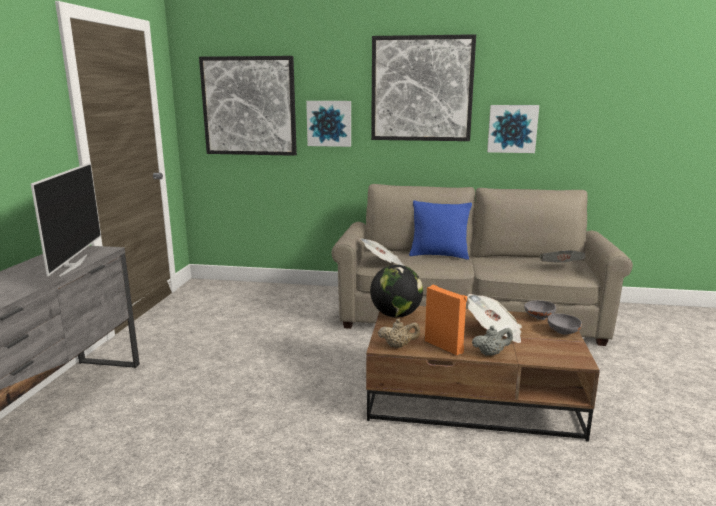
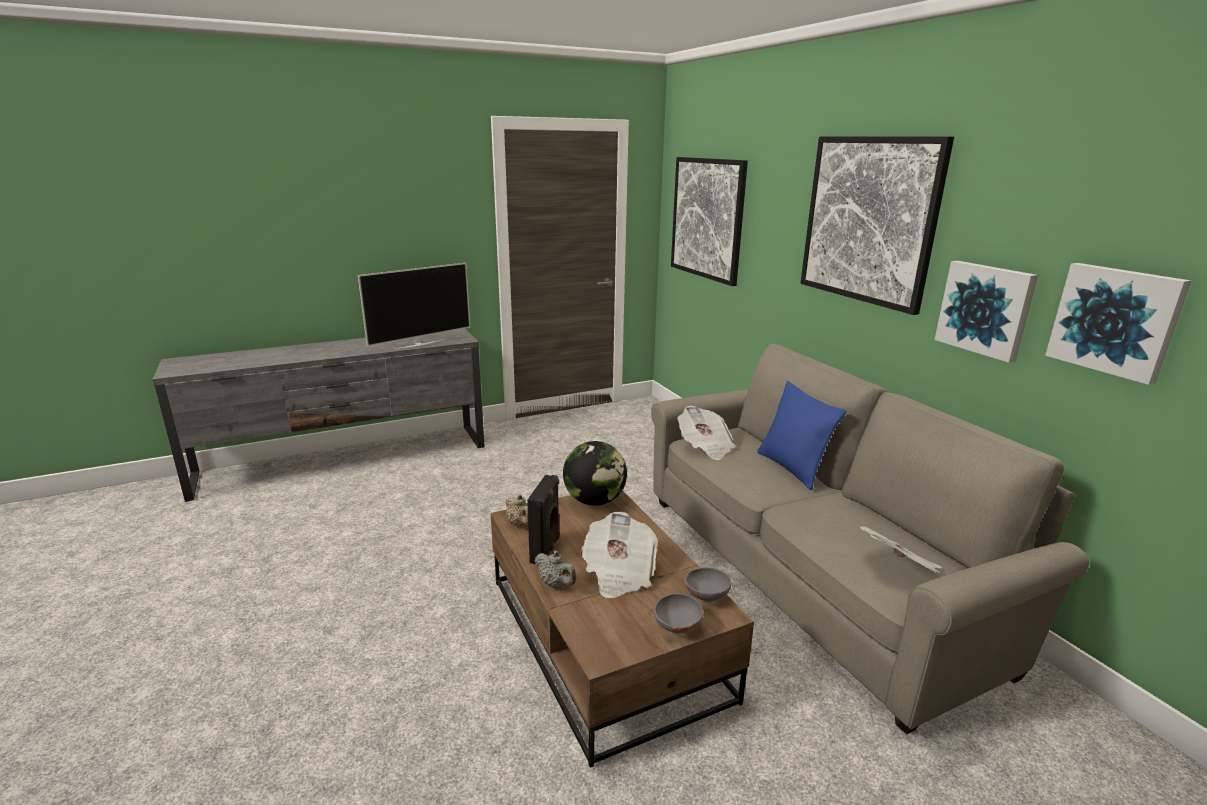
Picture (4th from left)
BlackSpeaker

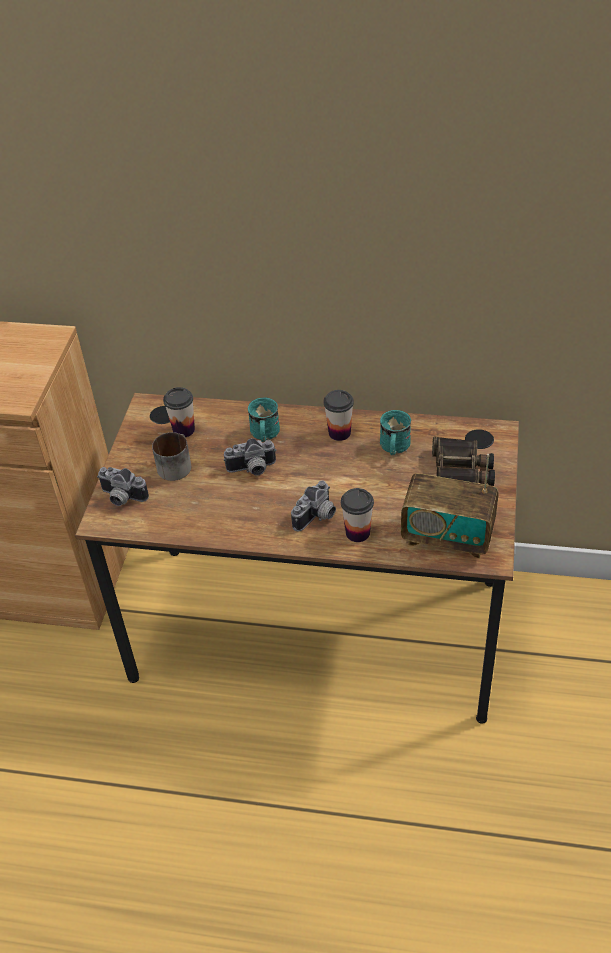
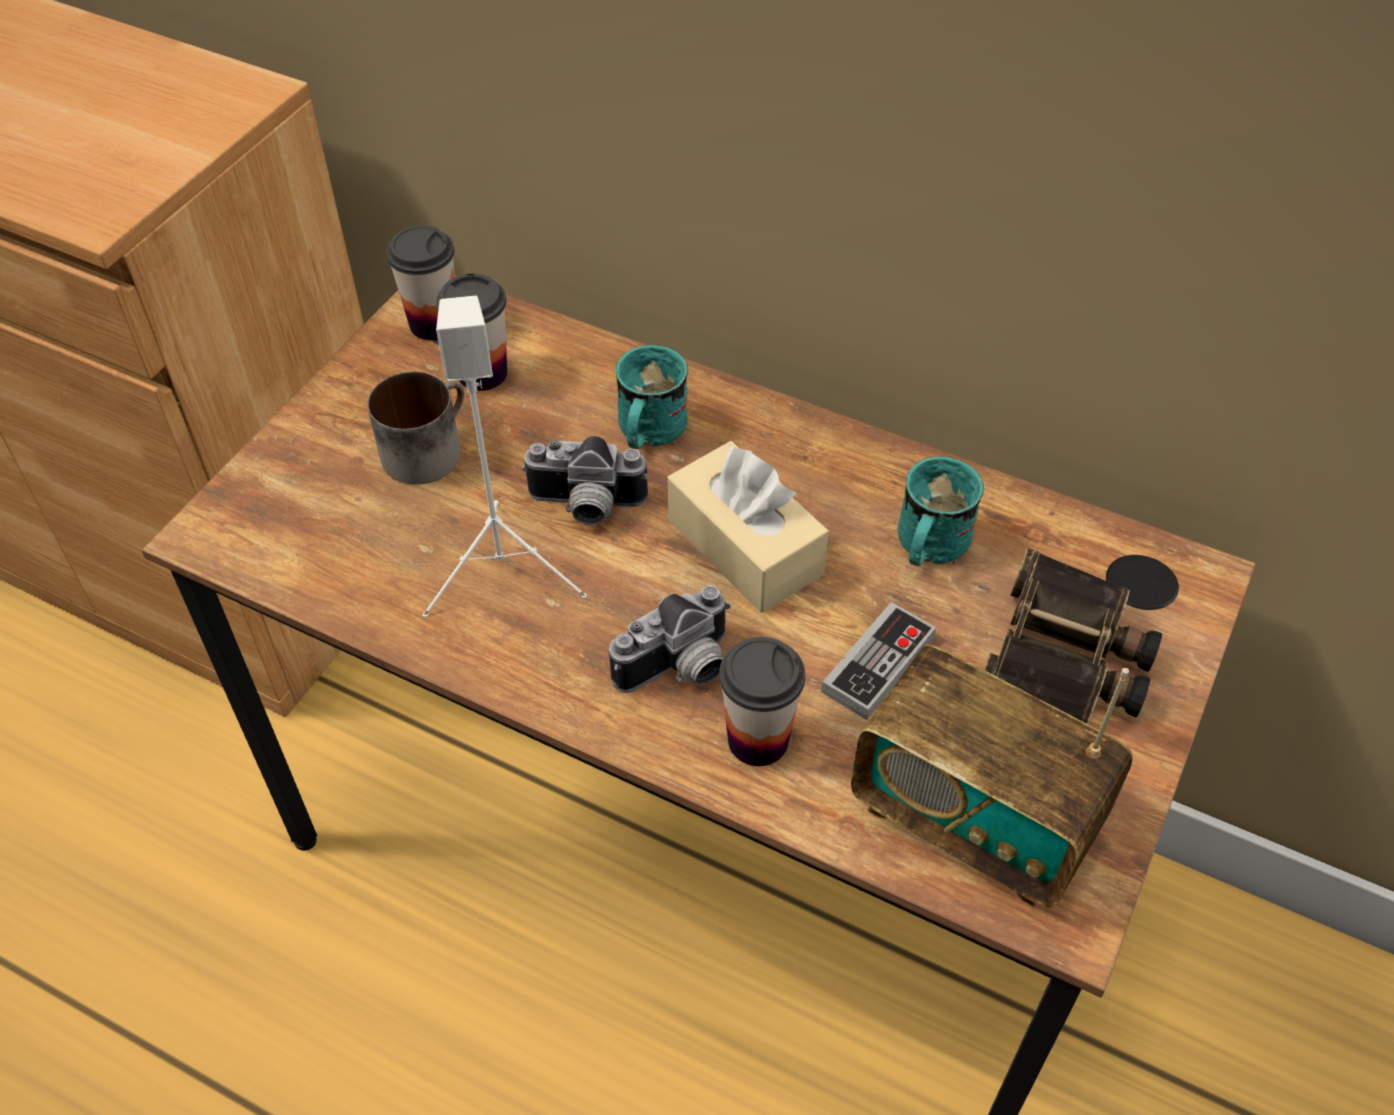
PhotoCamera (1st from left in the first image)
DrinkingCup (1st from left)
WhitishSpeaker
BeigeTissueHolder
Joypad

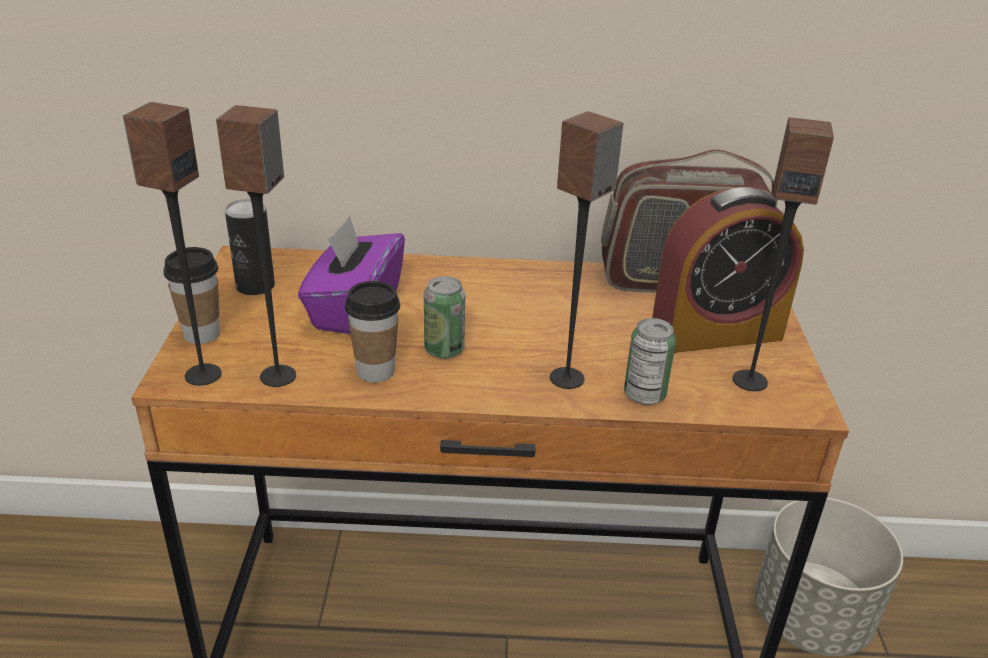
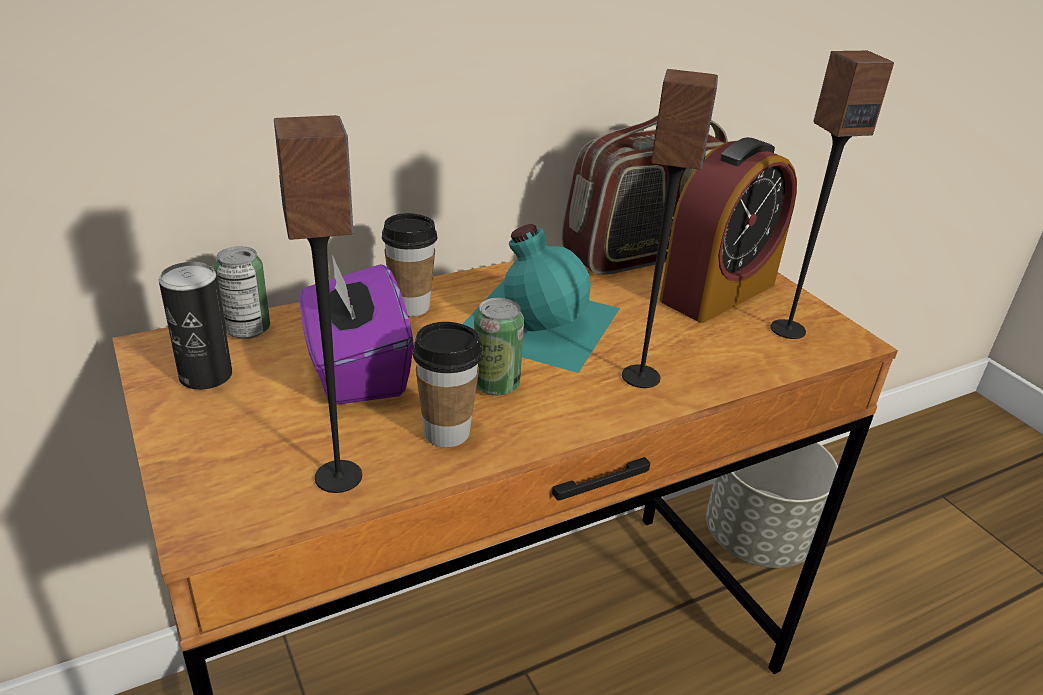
Speaker (1st from left in the first image)
DrinkingCup (1st from left)
Can (2nd from left)
BlueGreenBeverageBottle

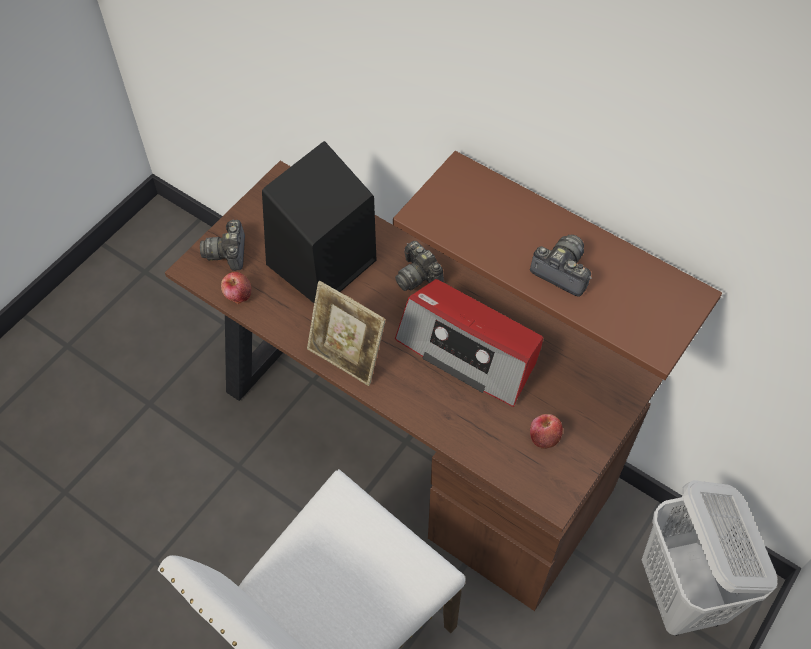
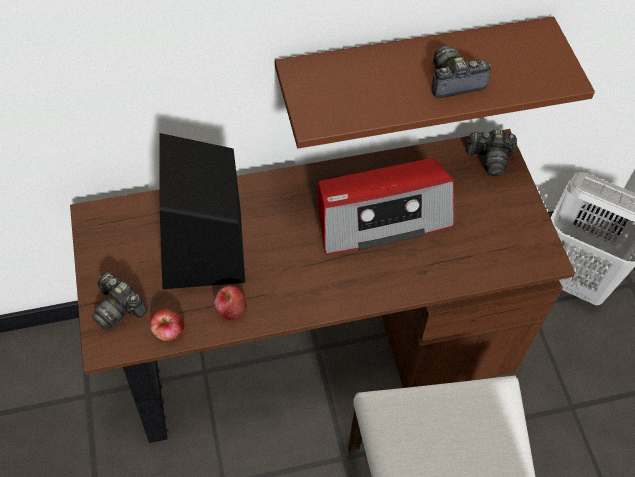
PhotoFrame
PhotoCamera (3rd from left)
Apple (2nd from left)

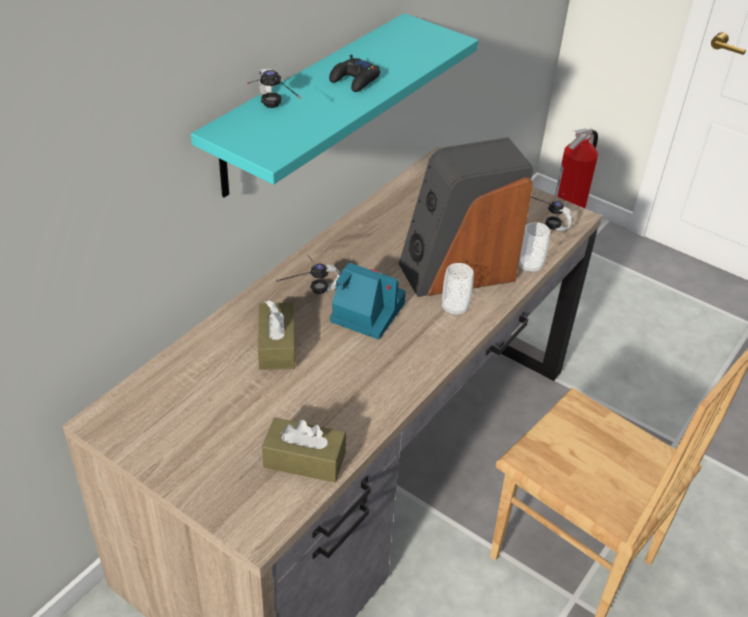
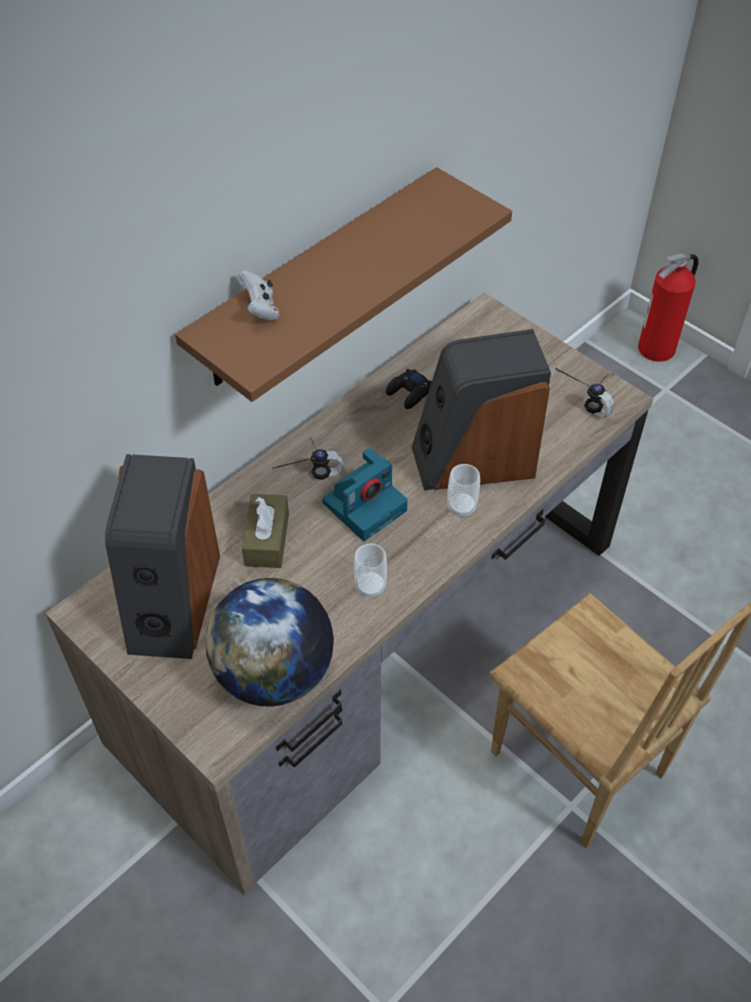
BrownBracketShelf
WhitishJoypad
WorldGlobe
BlackJoypad
PhotoCamera
DrinkingCup (1st from left)
Speaker (1st from left)

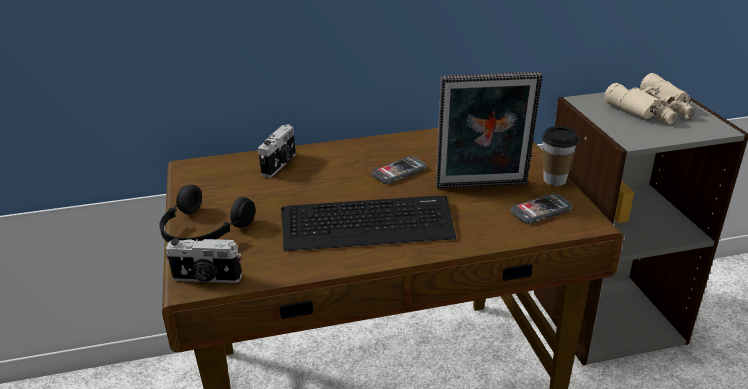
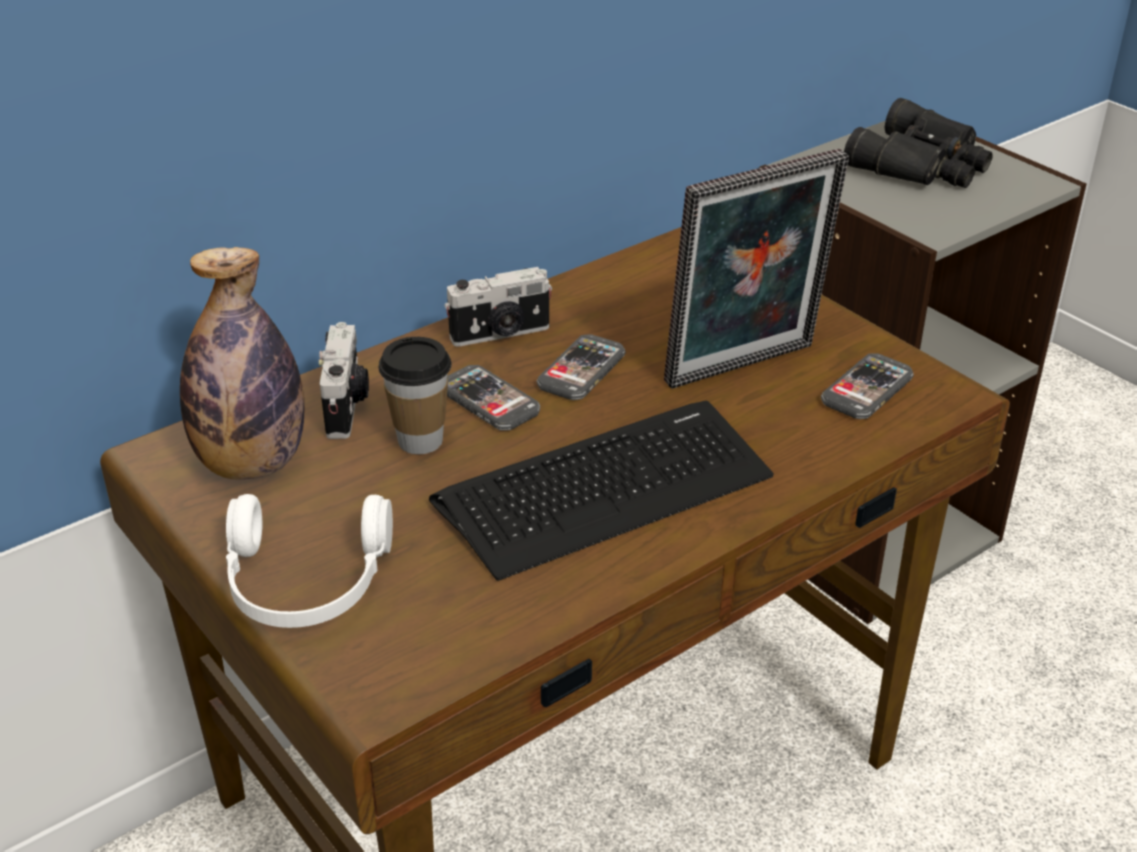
WhitishPairOfHeadphones
PhotoCamera (2nd from left)
DrinkingCup
BlackBinoculars
BeverageBottle
Telephone (1st from left)

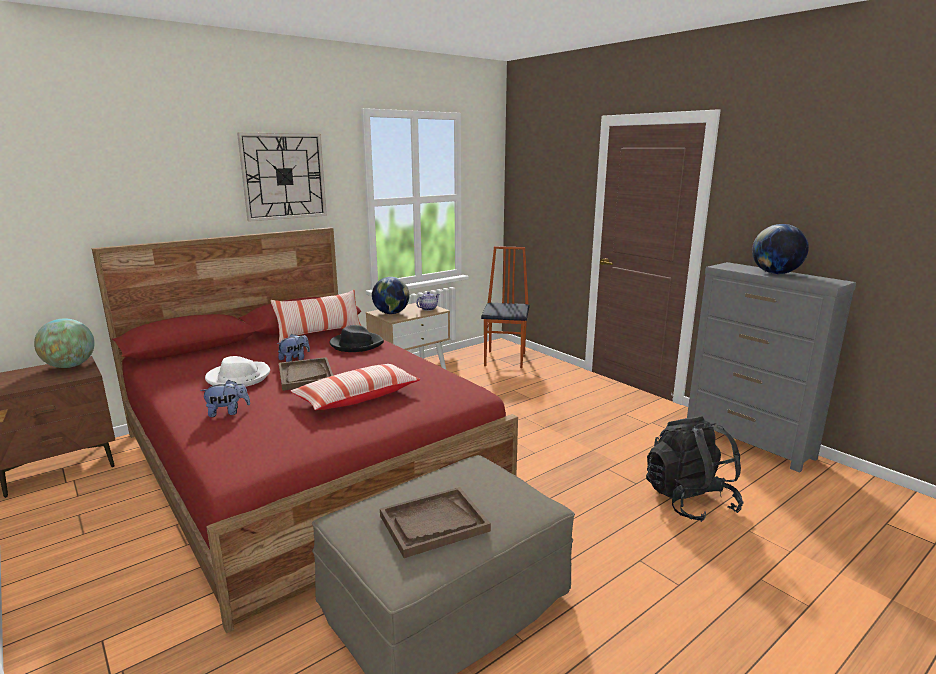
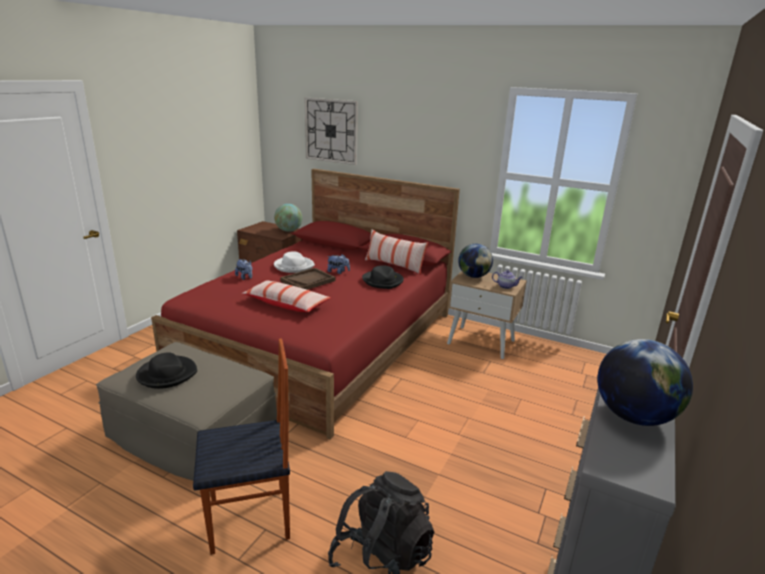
HangingClock
BlackWearableHat (1st from left)
PlainChair

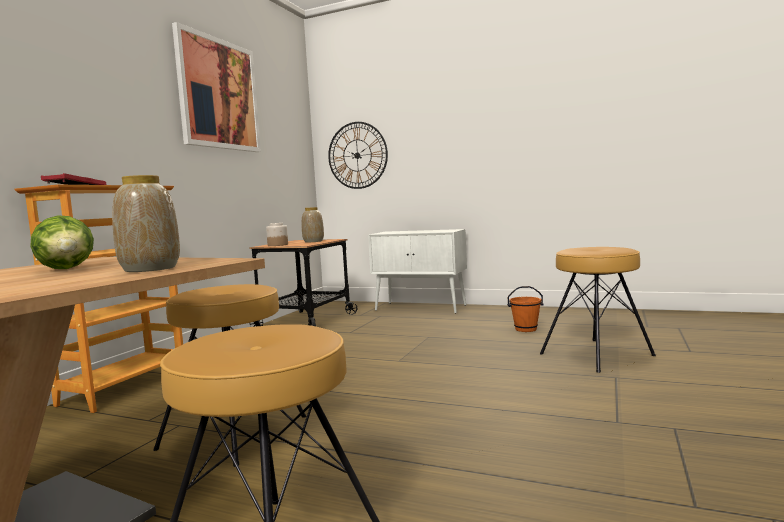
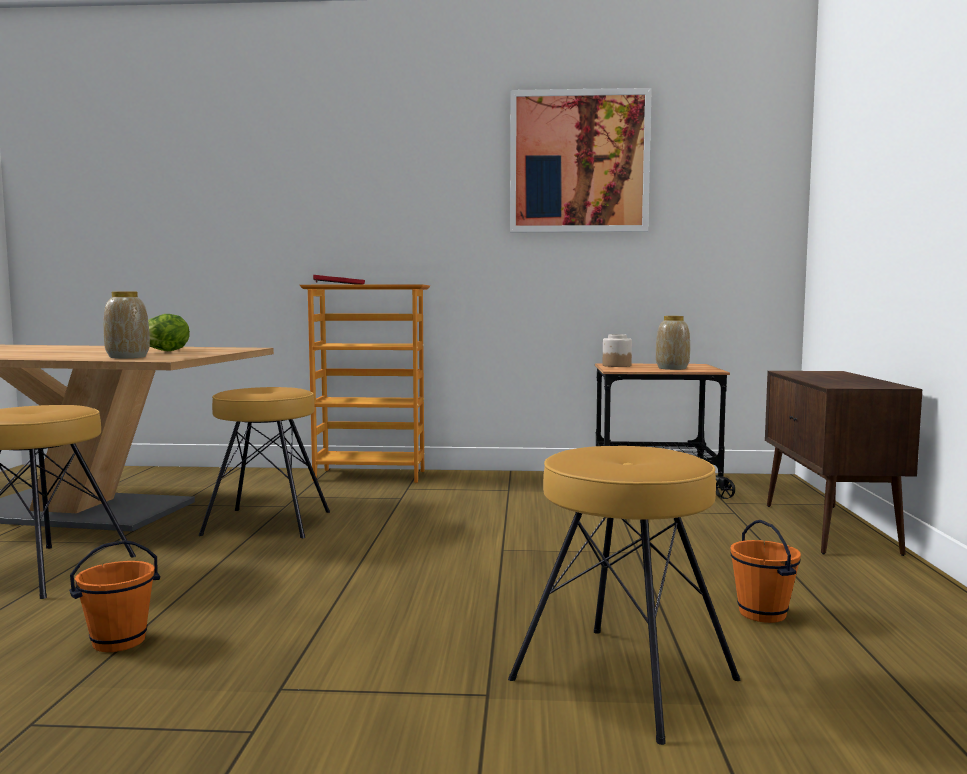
HangingClock
BrownStorageCabinet
OrangeColouredWaterBucket (1st from left)

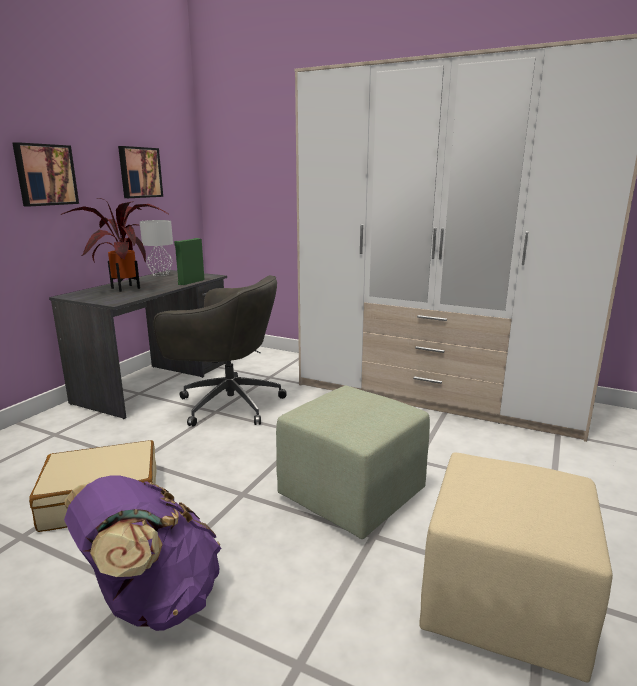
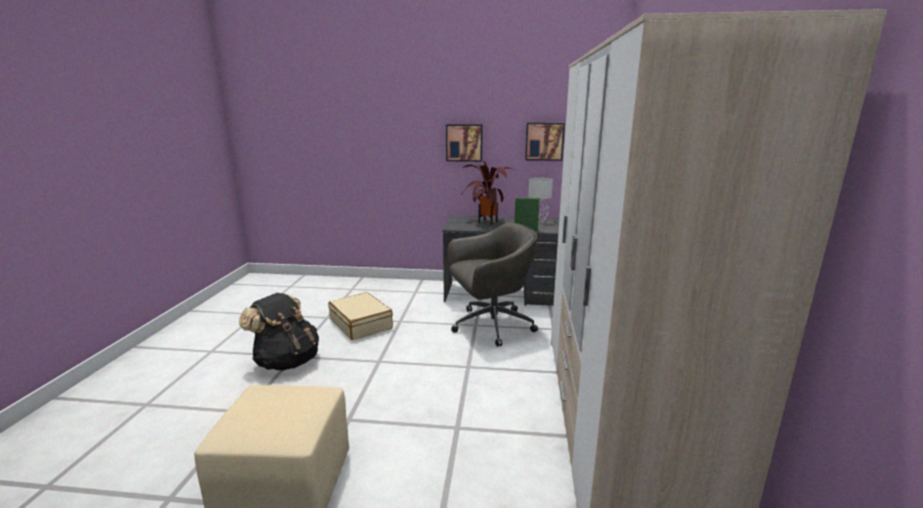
BlackKnapsack
GreyOfficeChair
GreenishPouffe

